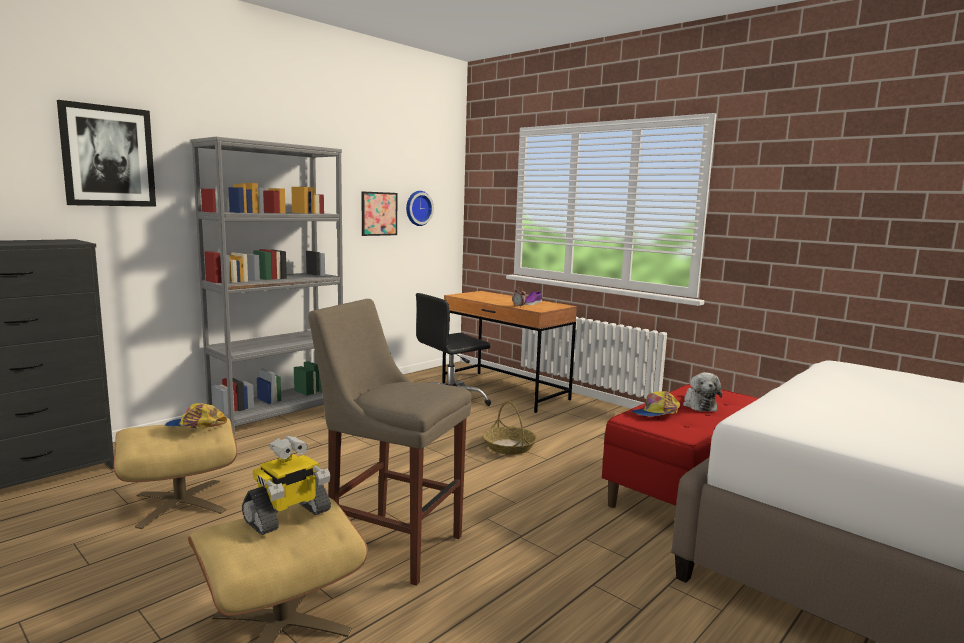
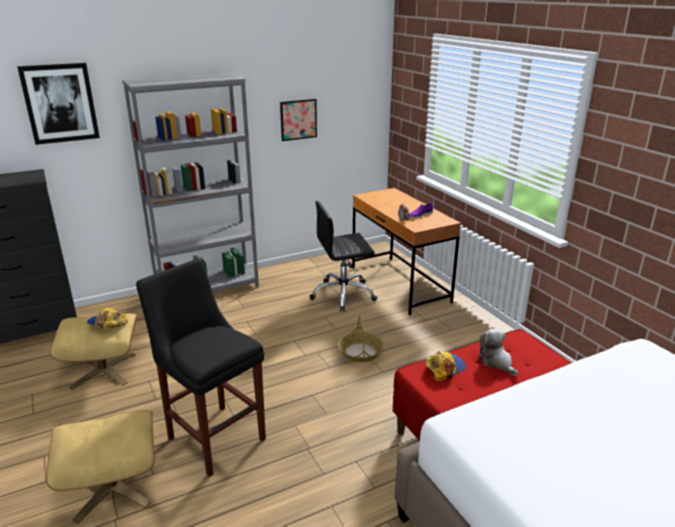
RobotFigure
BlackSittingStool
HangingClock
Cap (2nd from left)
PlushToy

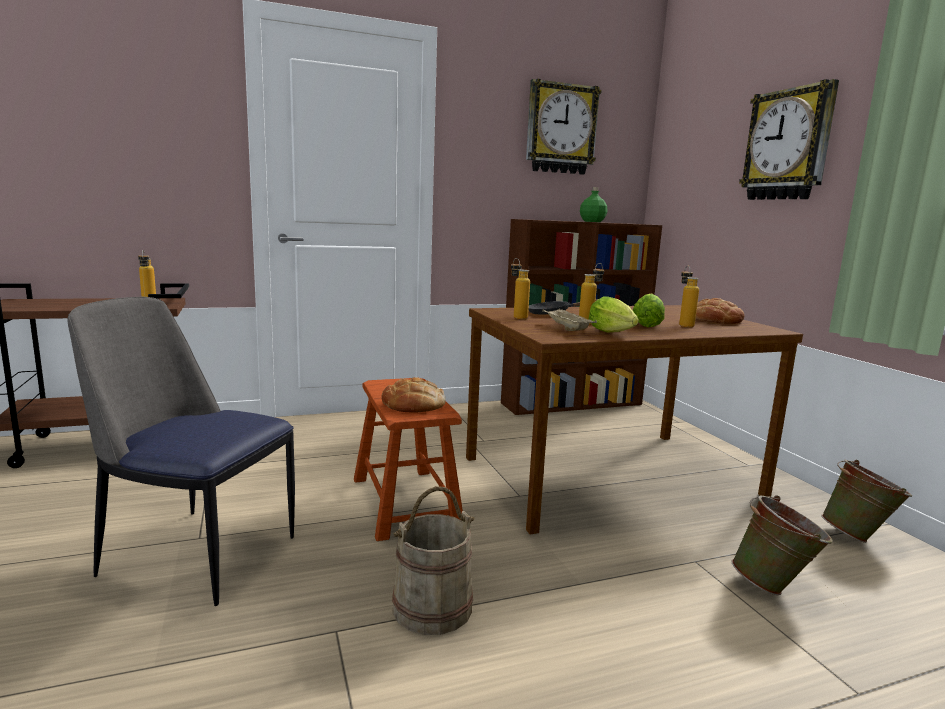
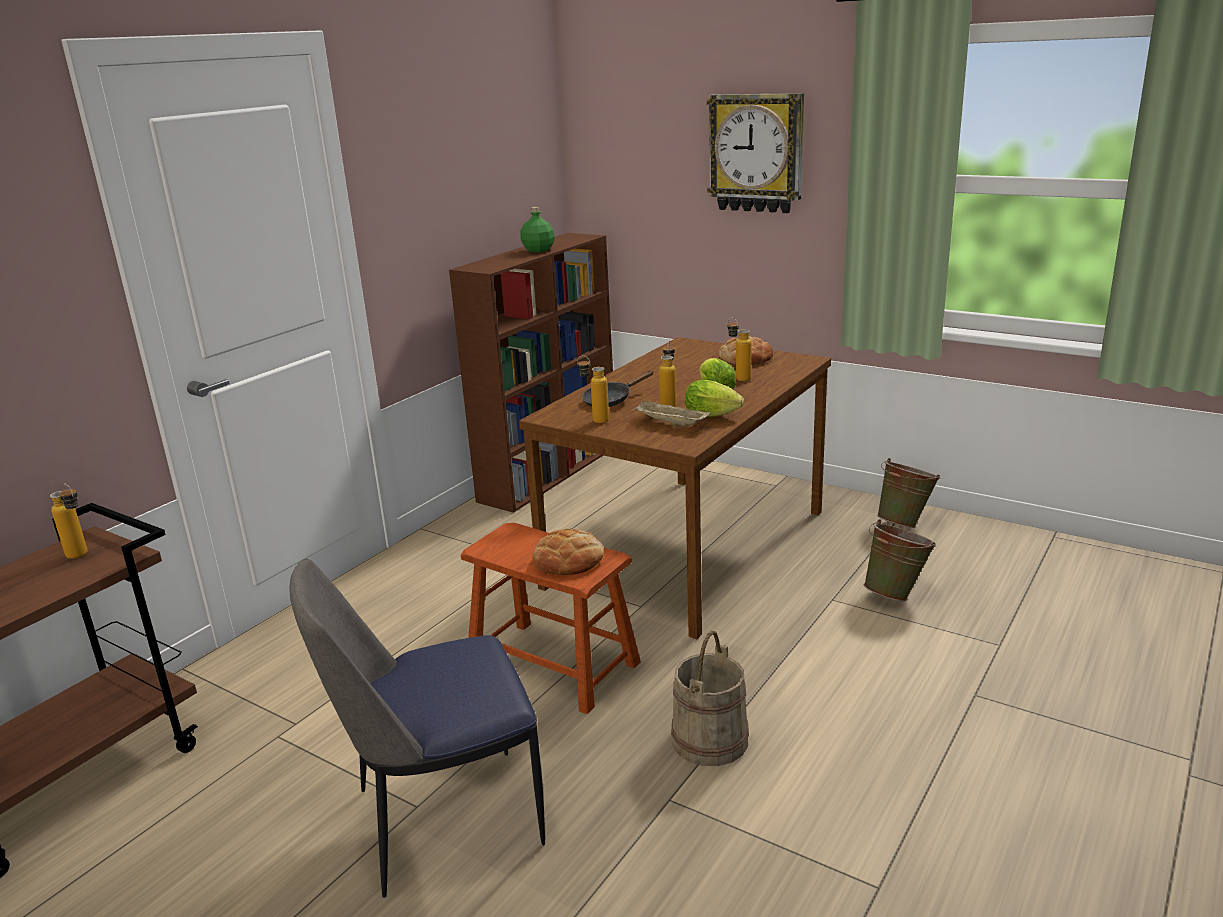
HangingClock (1st from left in the first image)

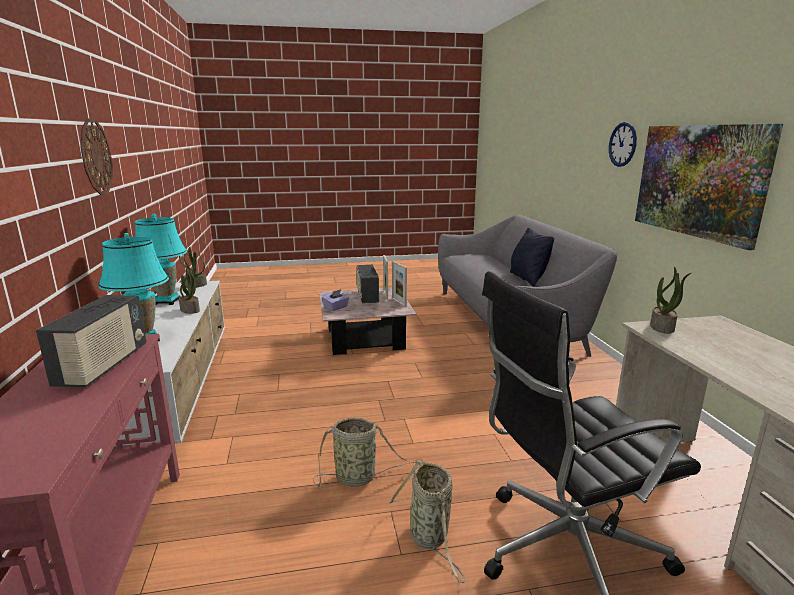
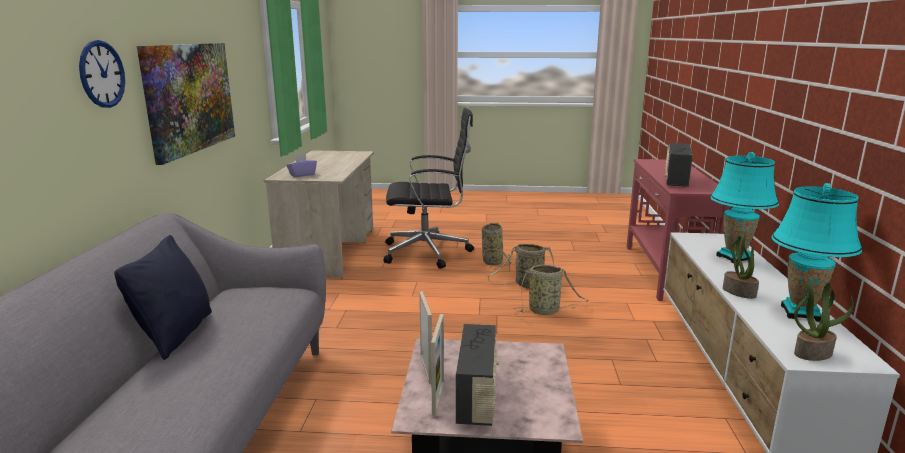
HangingClock (1st from left in the first image)
PurplishTissueHolder
PlantInAPot (3rd from left in the first image)
Basket (3rd from left)

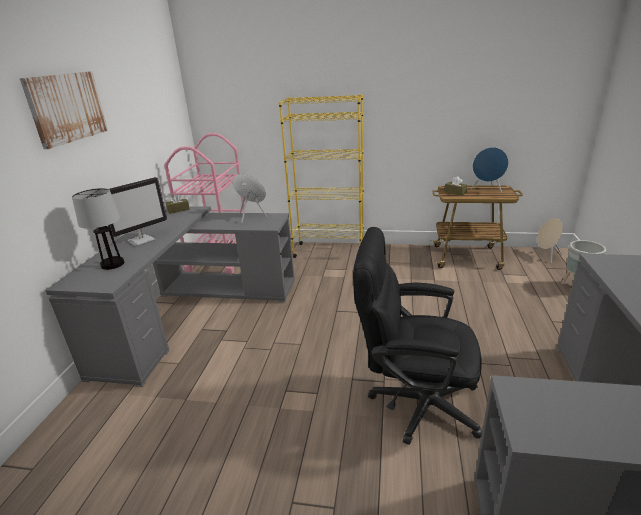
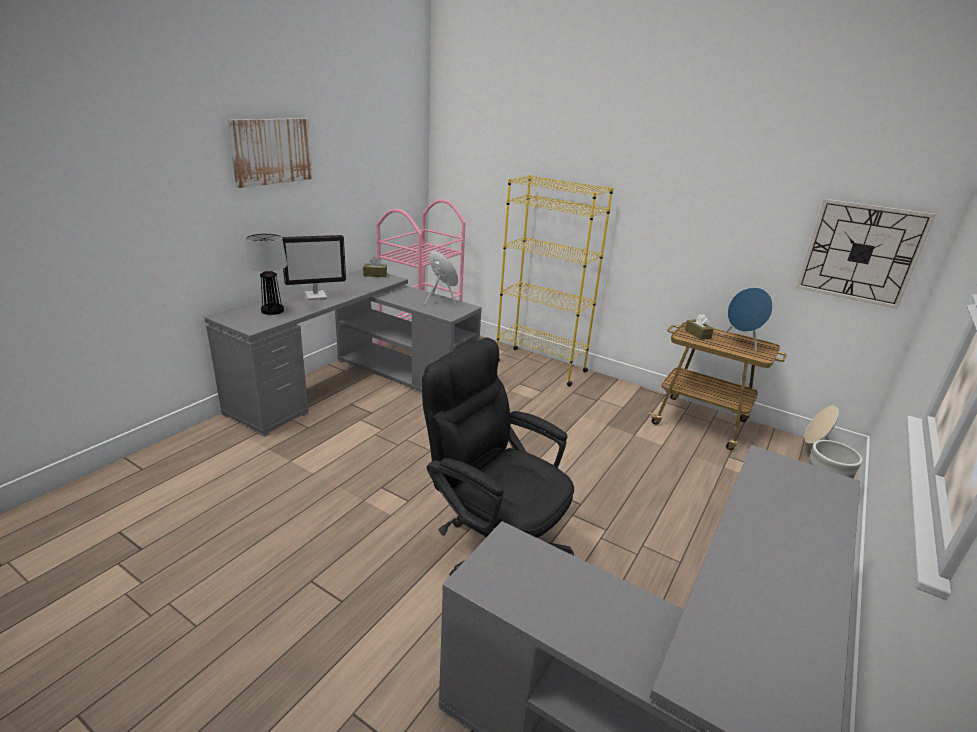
HangingClock

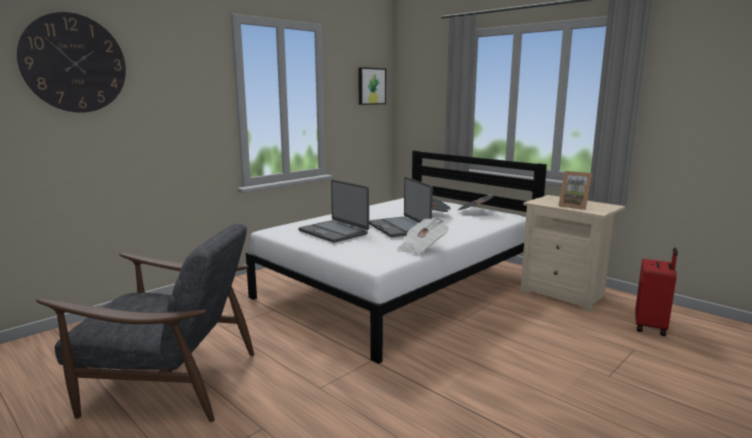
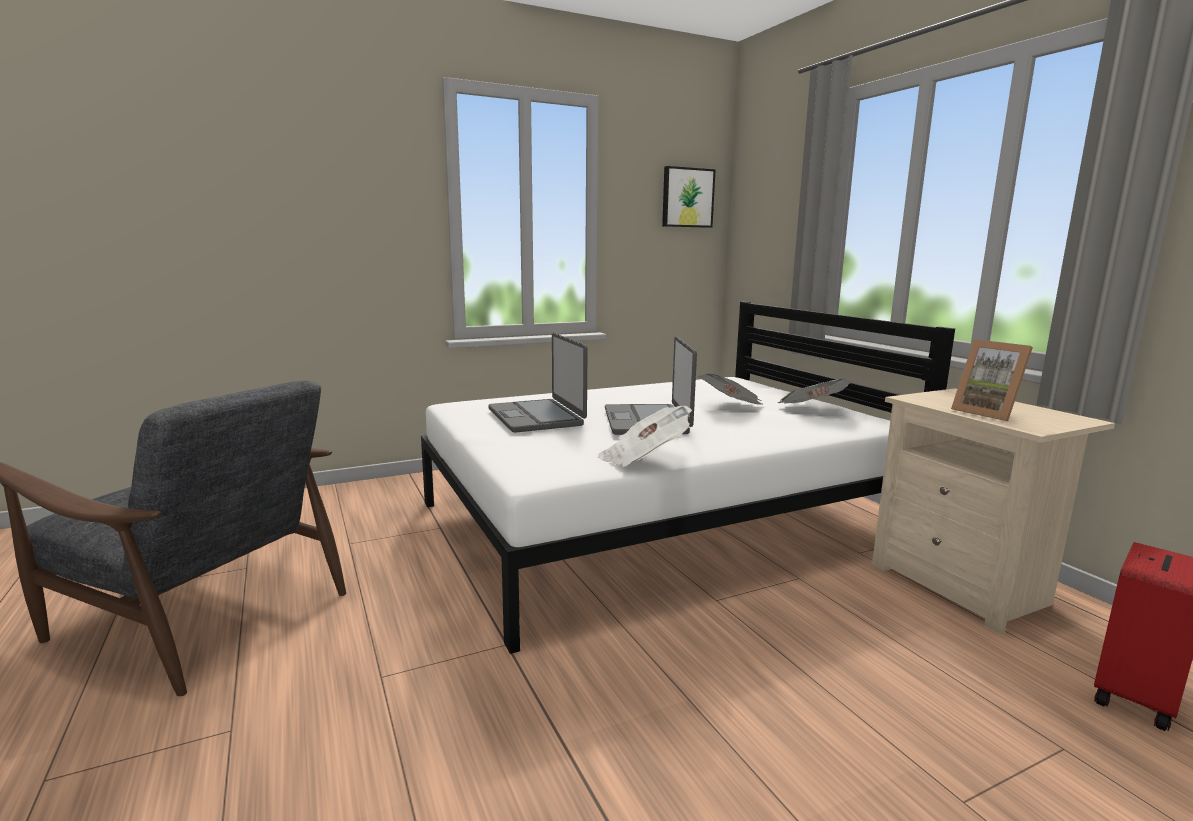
HangingClock

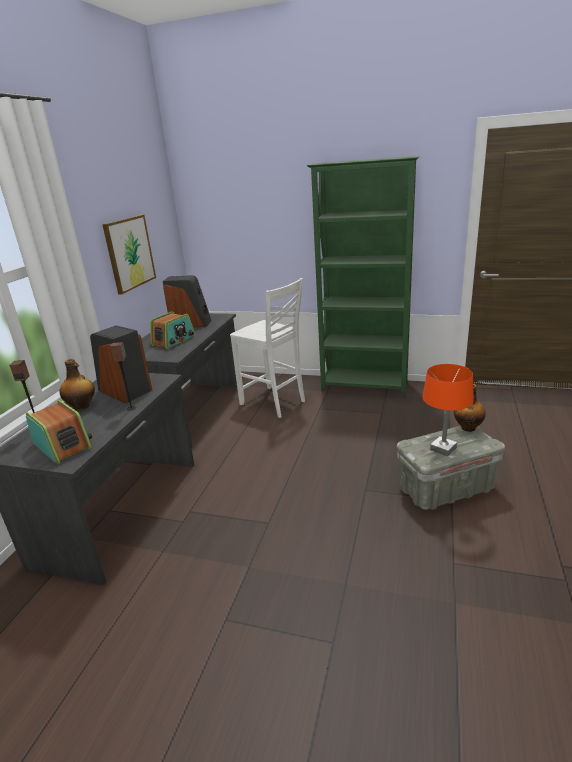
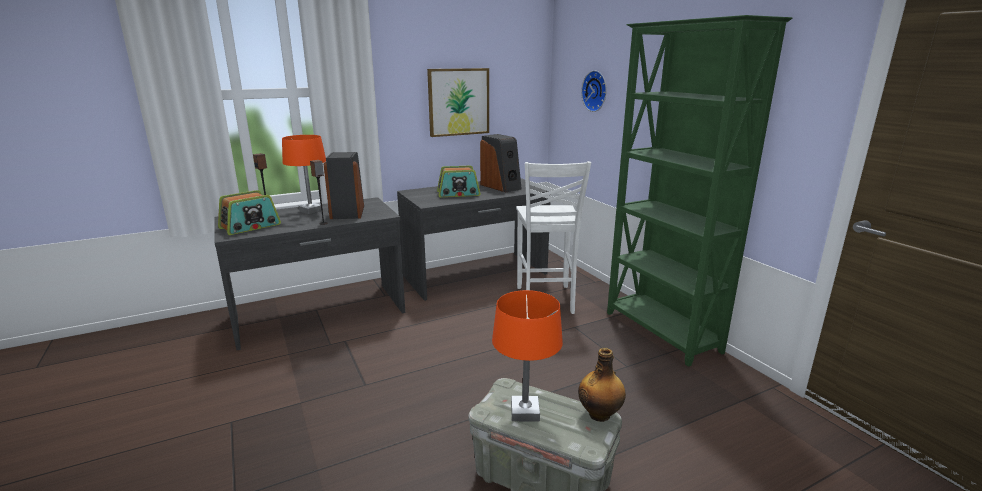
RadioReceiver (1st from left)
OrangeColouredTableLamp (1st from left)
HangingClock

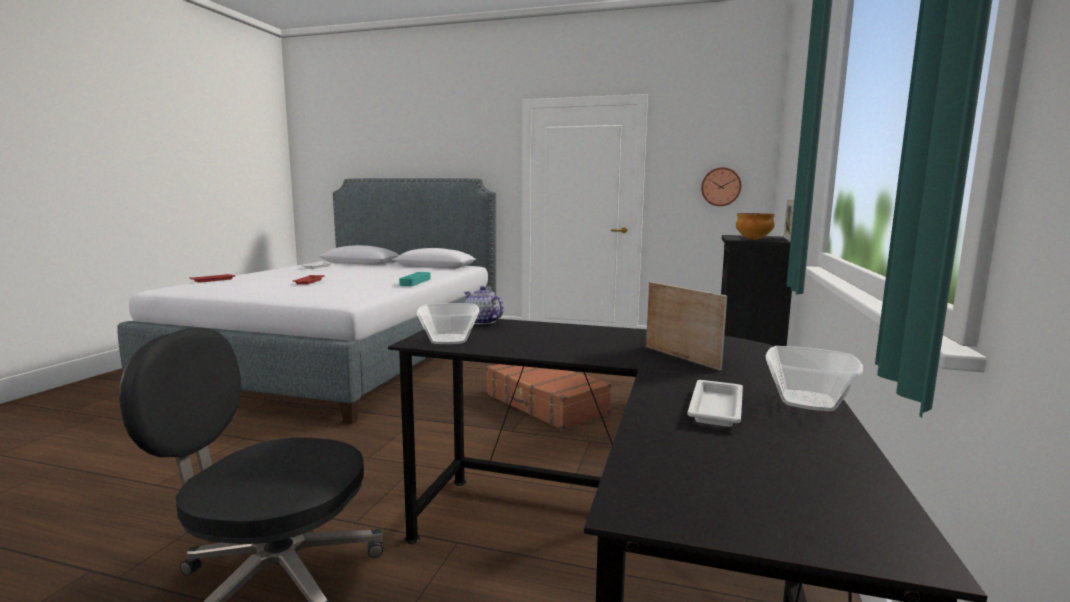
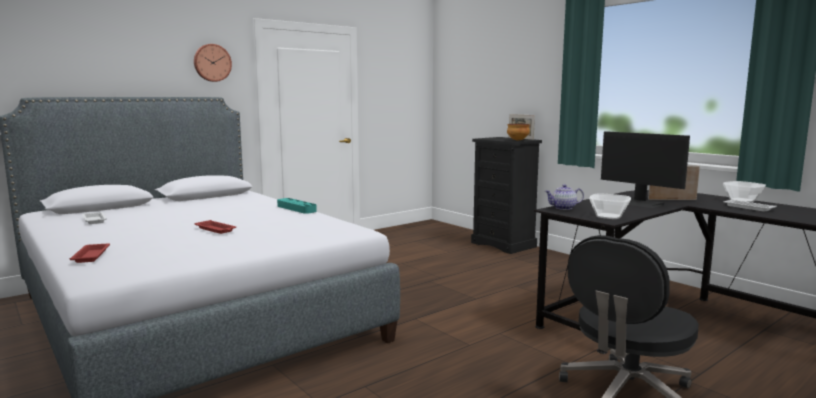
BrownTravelCase
HangingClock
ComputerScreen

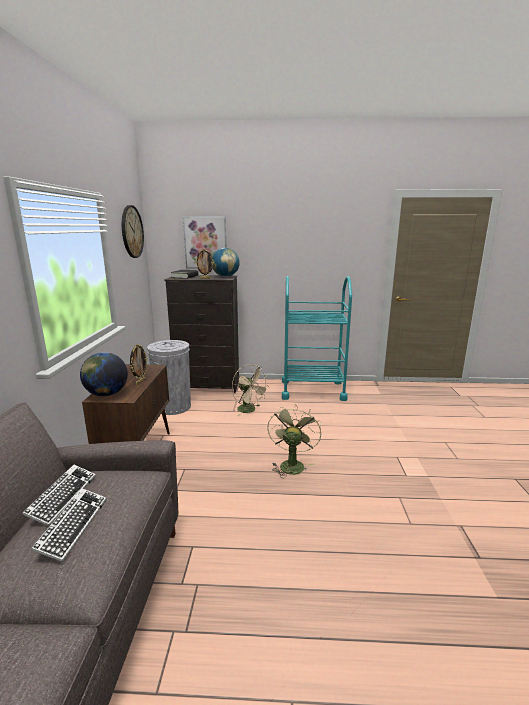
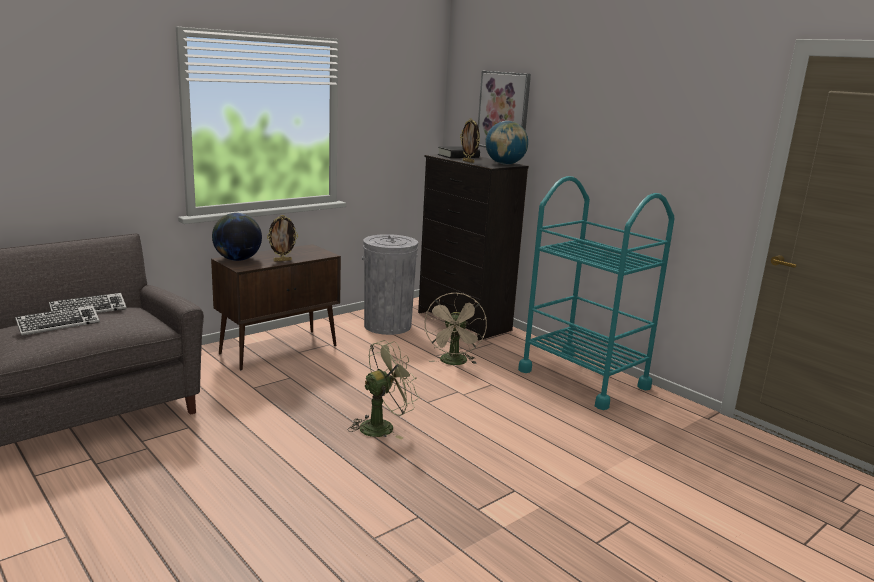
HangingClock

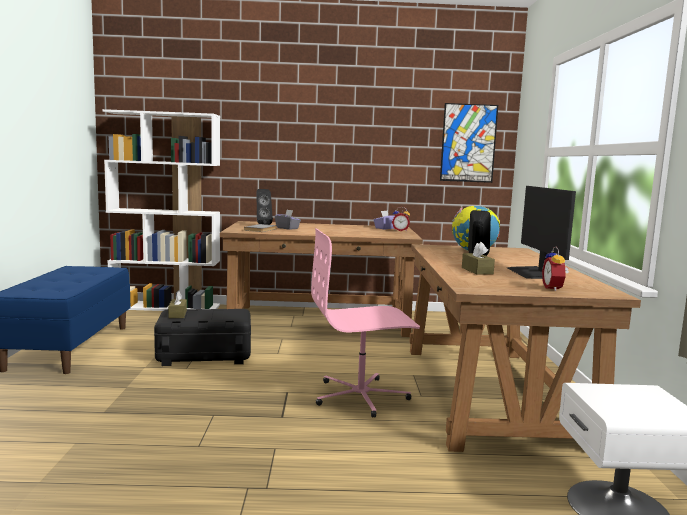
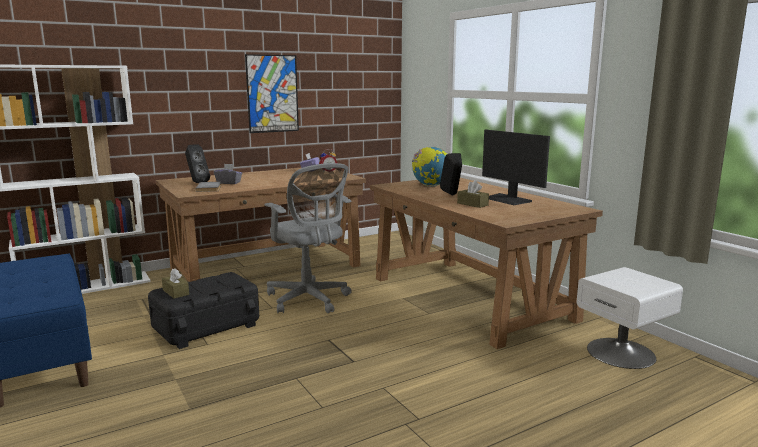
PinkColouredOfficeChair
Picture
BedsideClock (2nd from left in the first image)
GreyOfficeChair

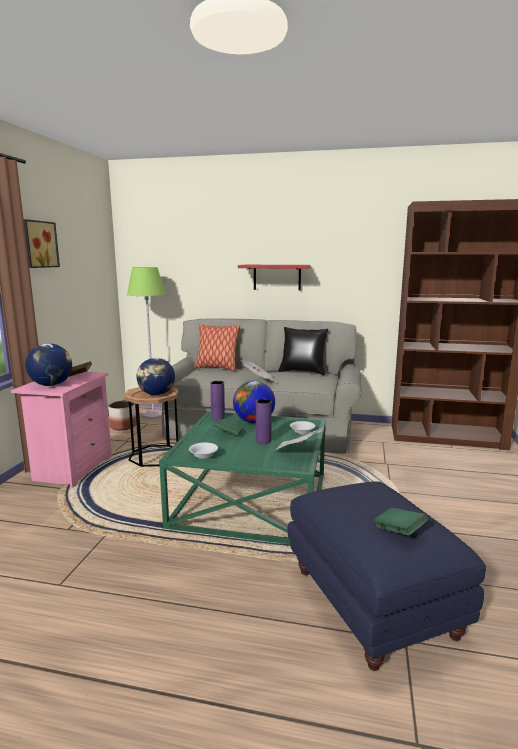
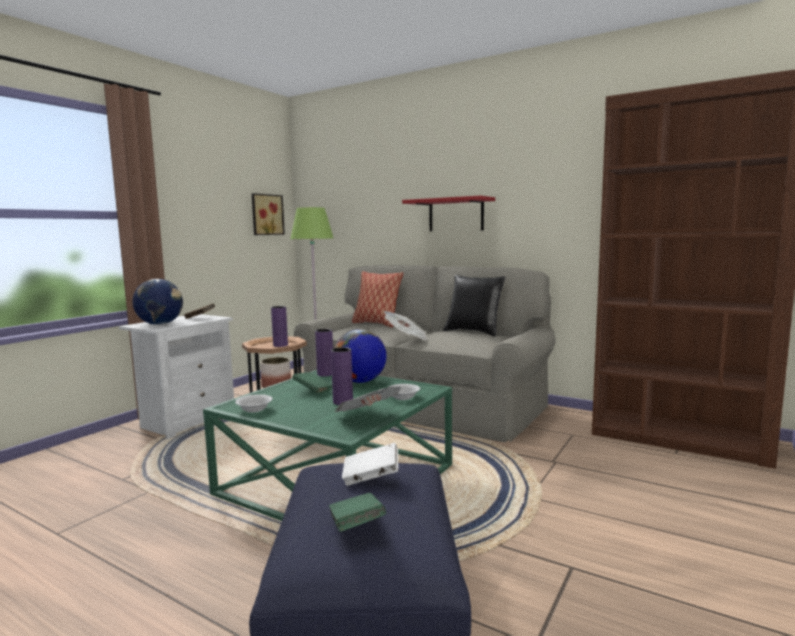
WhitishBedsideTable
Picture
PurplishFlowerVase (1st from left)
WhitishVolume

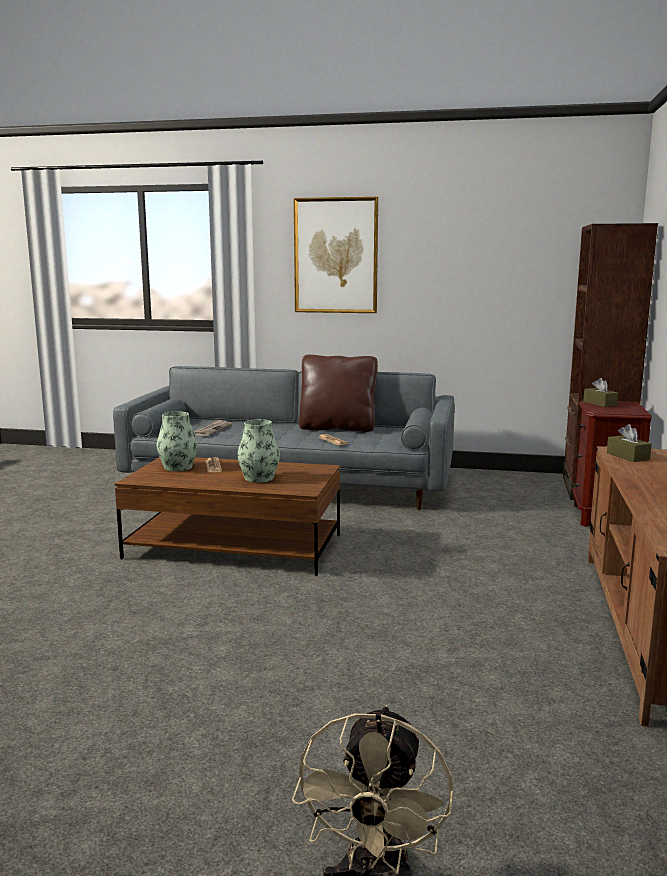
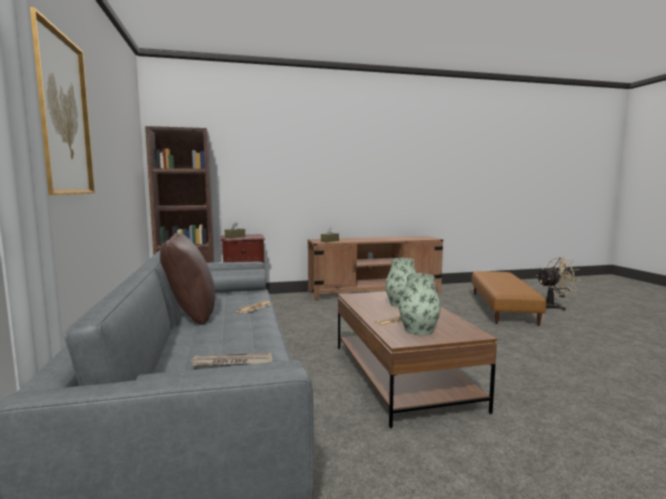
BrownPouffe

